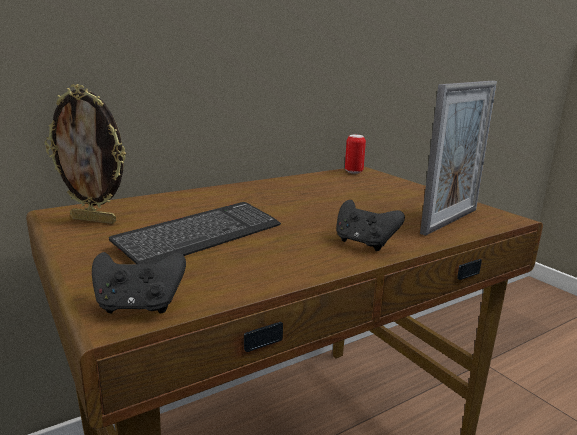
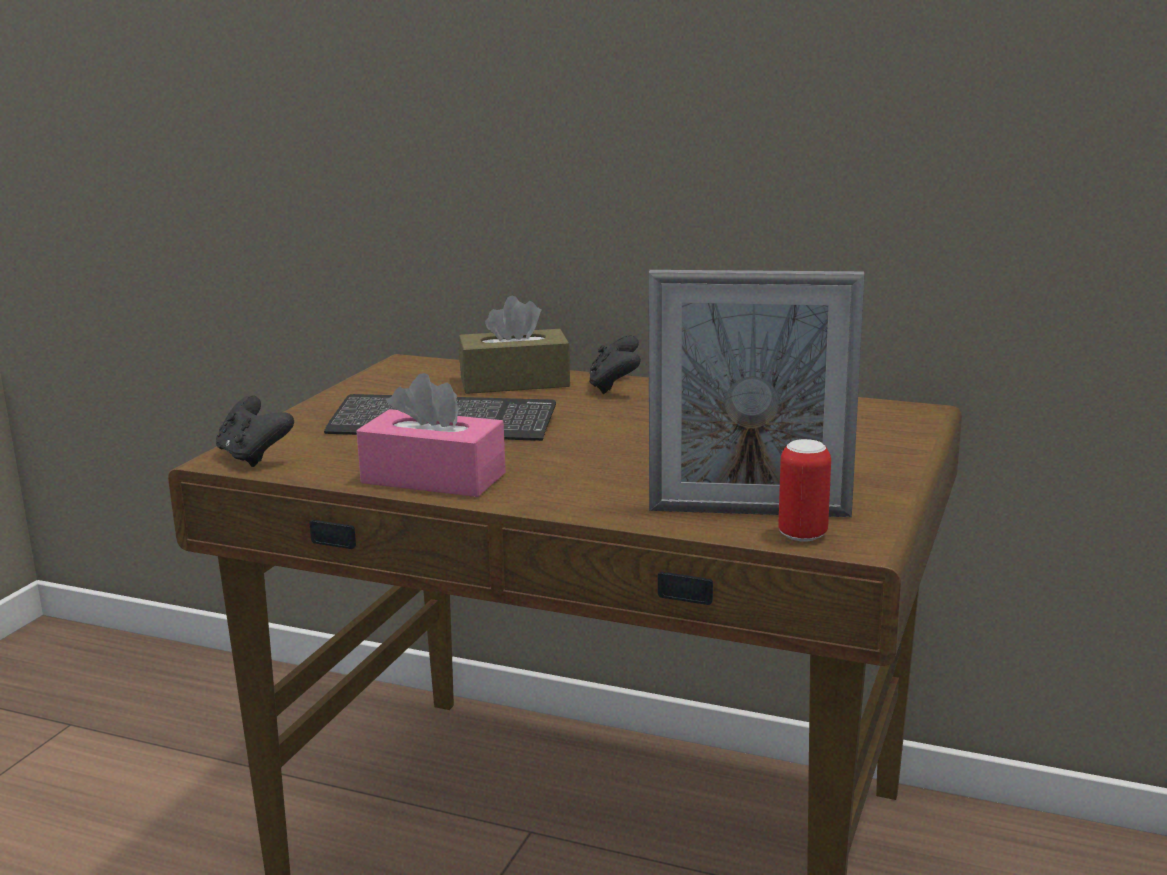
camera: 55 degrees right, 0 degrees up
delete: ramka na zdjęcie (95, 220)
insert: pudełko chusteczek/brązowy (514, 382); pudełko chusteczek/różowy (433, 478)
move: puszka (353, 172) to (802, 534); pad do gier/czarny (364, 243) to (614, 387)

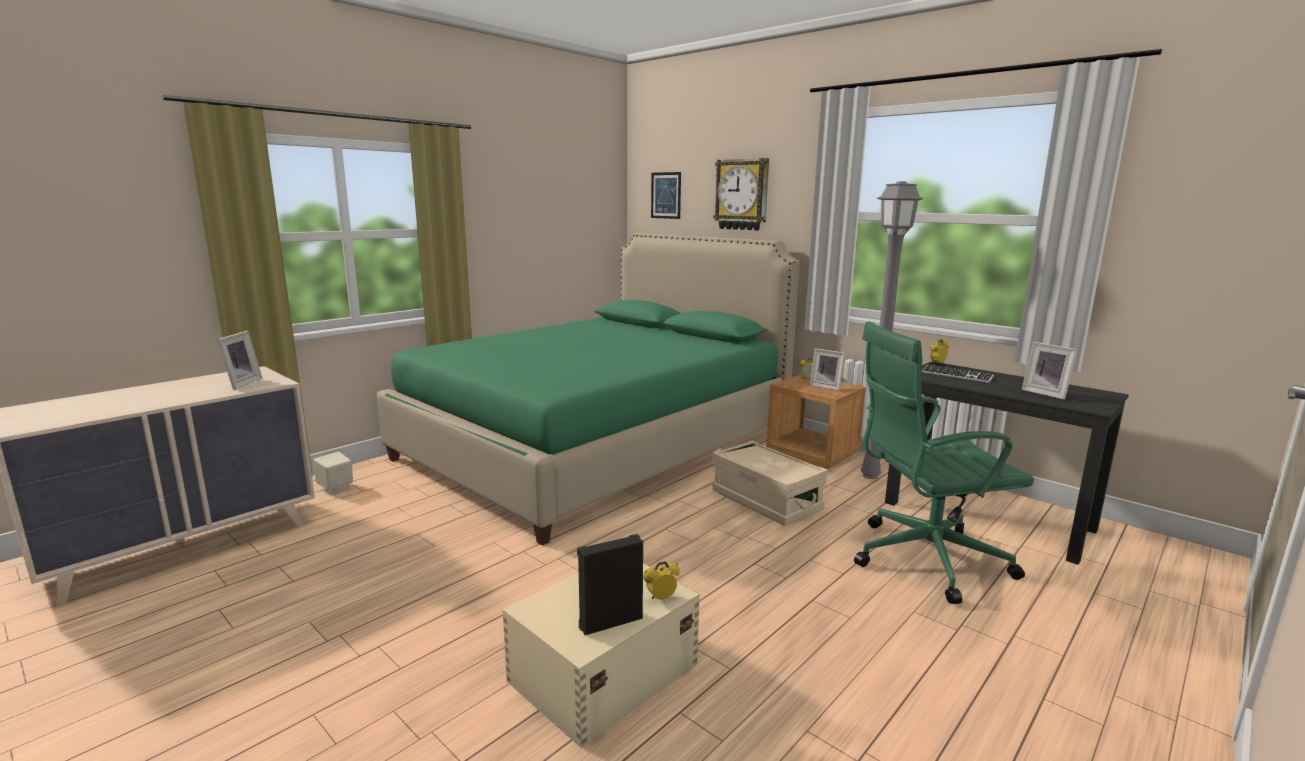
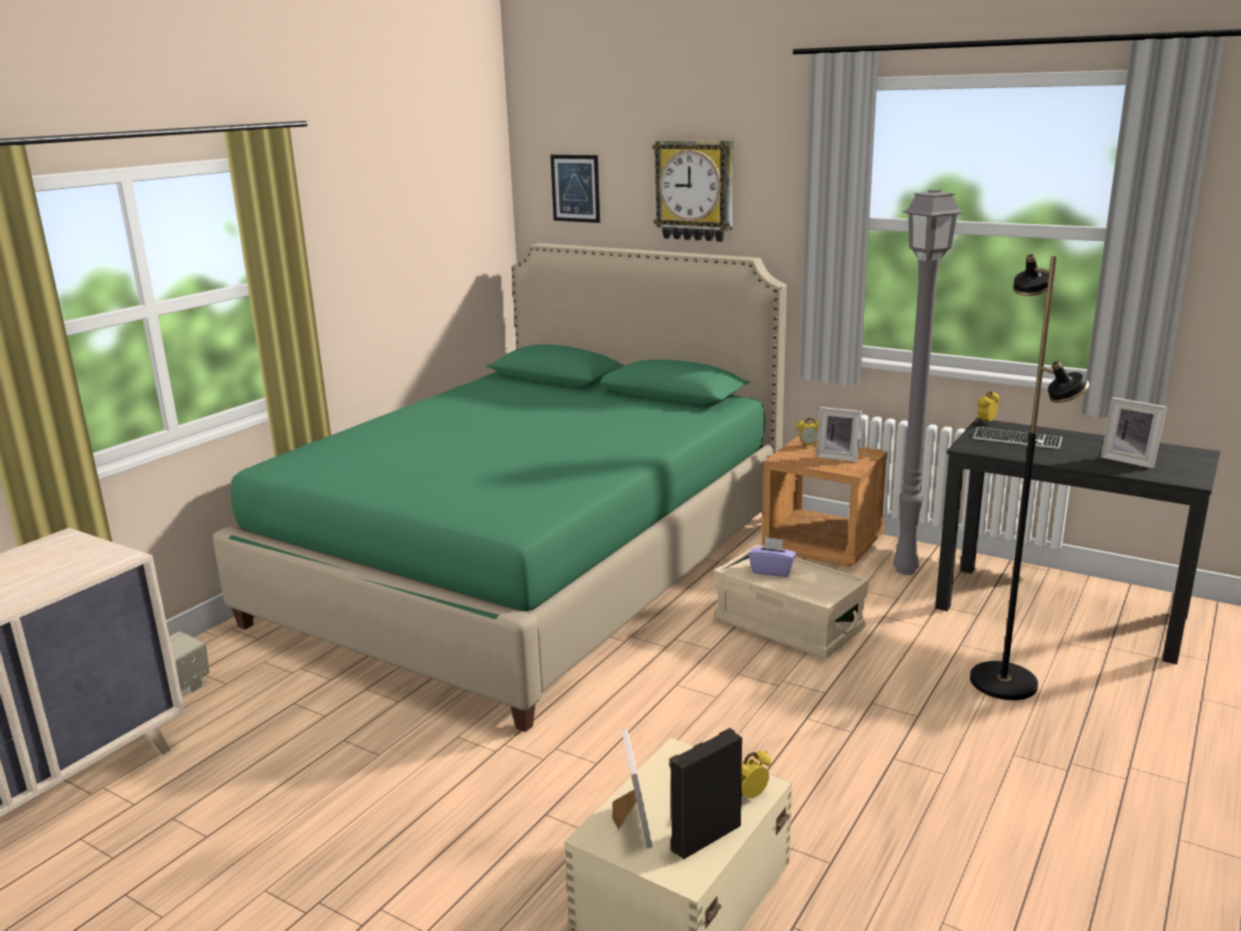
camera: 10 degrees left, 5 degrees up
insert: pudełko chusteczek/fioletowy (772, 571)
move: ramka na zdjęcie (240, 384) to (630, 825)
replace: krzesło biurowe/zielony (924, 558) to lampa stojąca/czarny (1004, 682)

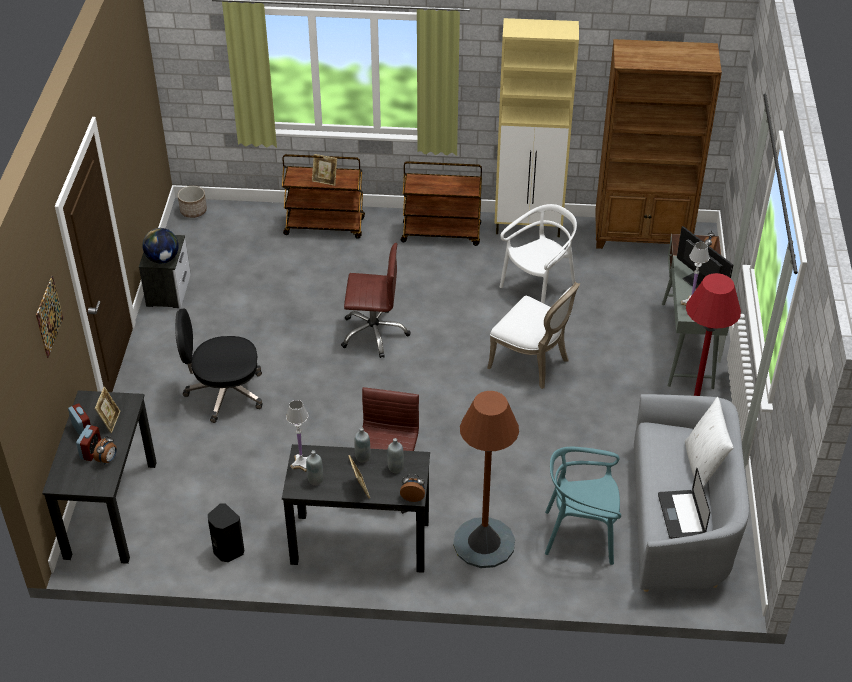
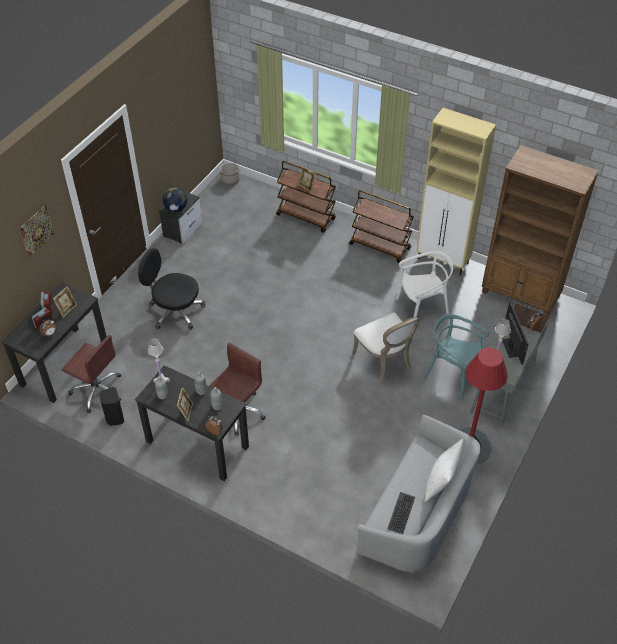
camera: 25 degrees right, 5 degrees up
delete: lampa stojąca/brązowy (483, 543)
move: krzesło biurowe/brązowy (374, 333) to (98, 390); krzesło/turkusowy (580, 534) to (452, 375)
replace: laptop (681, 515) to klawiatura (401, 513)

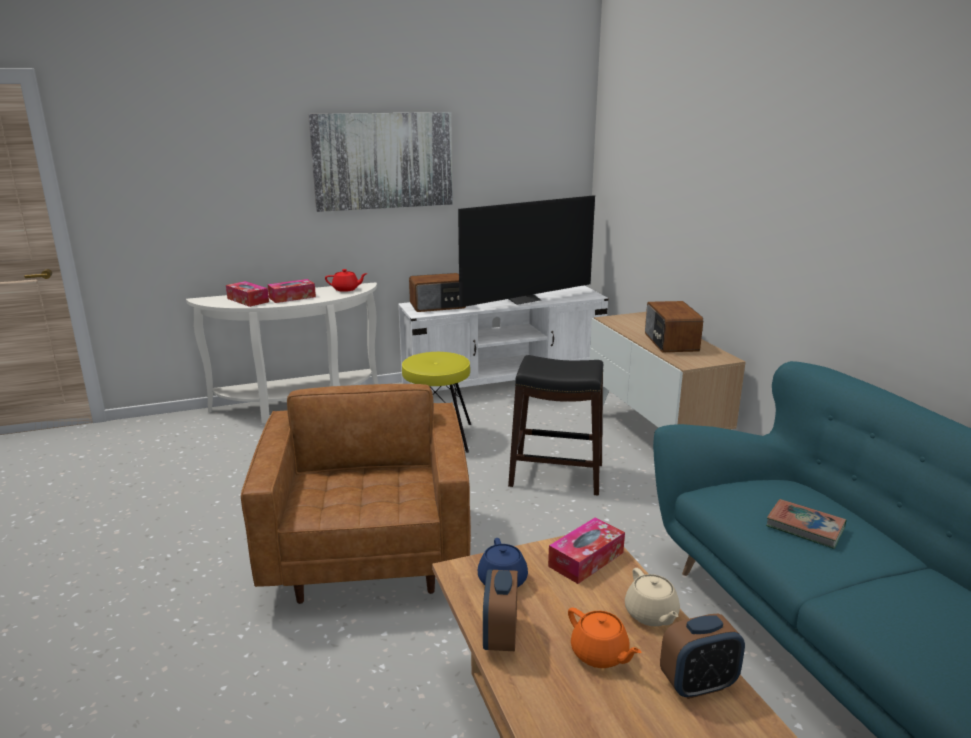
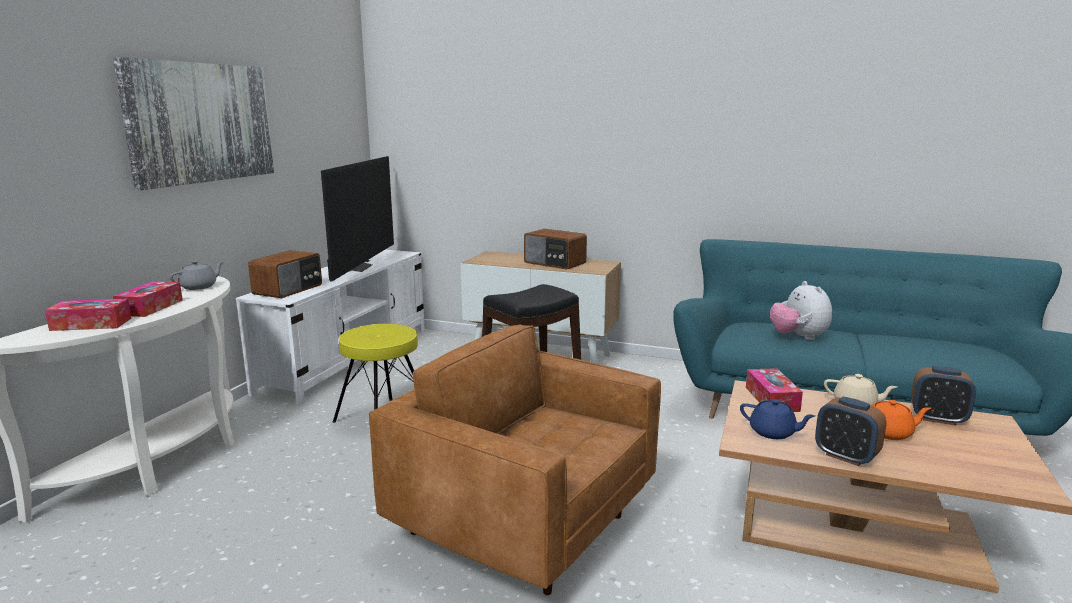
camera: 50 degrees left, 5 degrees down
replace: książka (805, 527) to pluszak (798, 337)
recolor: imbryk/czerwony (346, 289) to imbryk/szary (199, 287)
rotate: budzik (698, 684) = (938, 419) 90 degrees clockwise

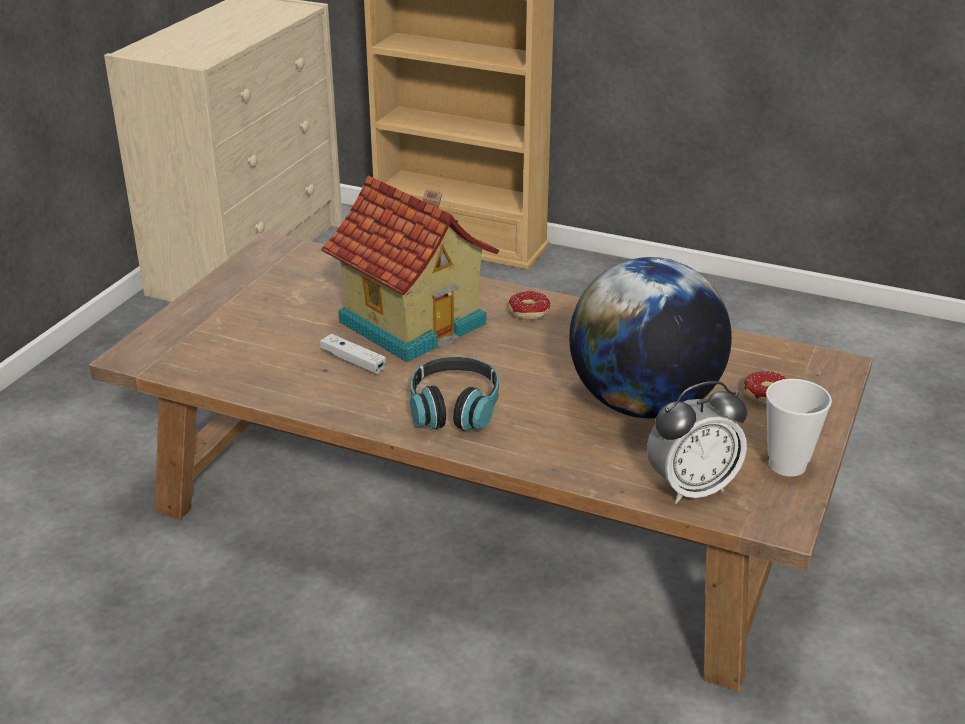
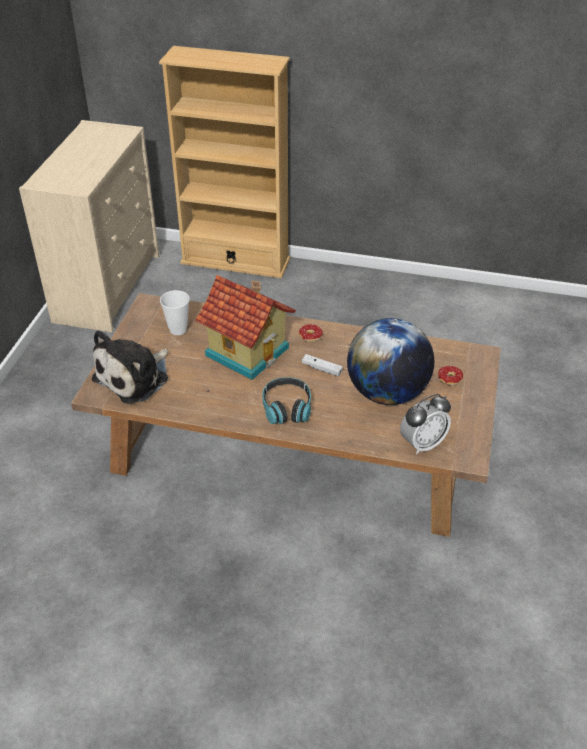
camera: 10 degrees left, 10 degrees up
insert: pluszak (135, 377)
move: pad do gier/biały (353, 361) to (321, 369); filiżanka (787, 465) to (178, 330)

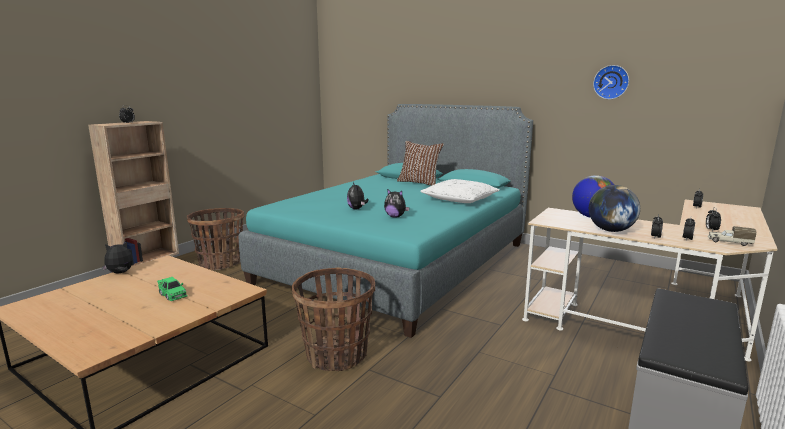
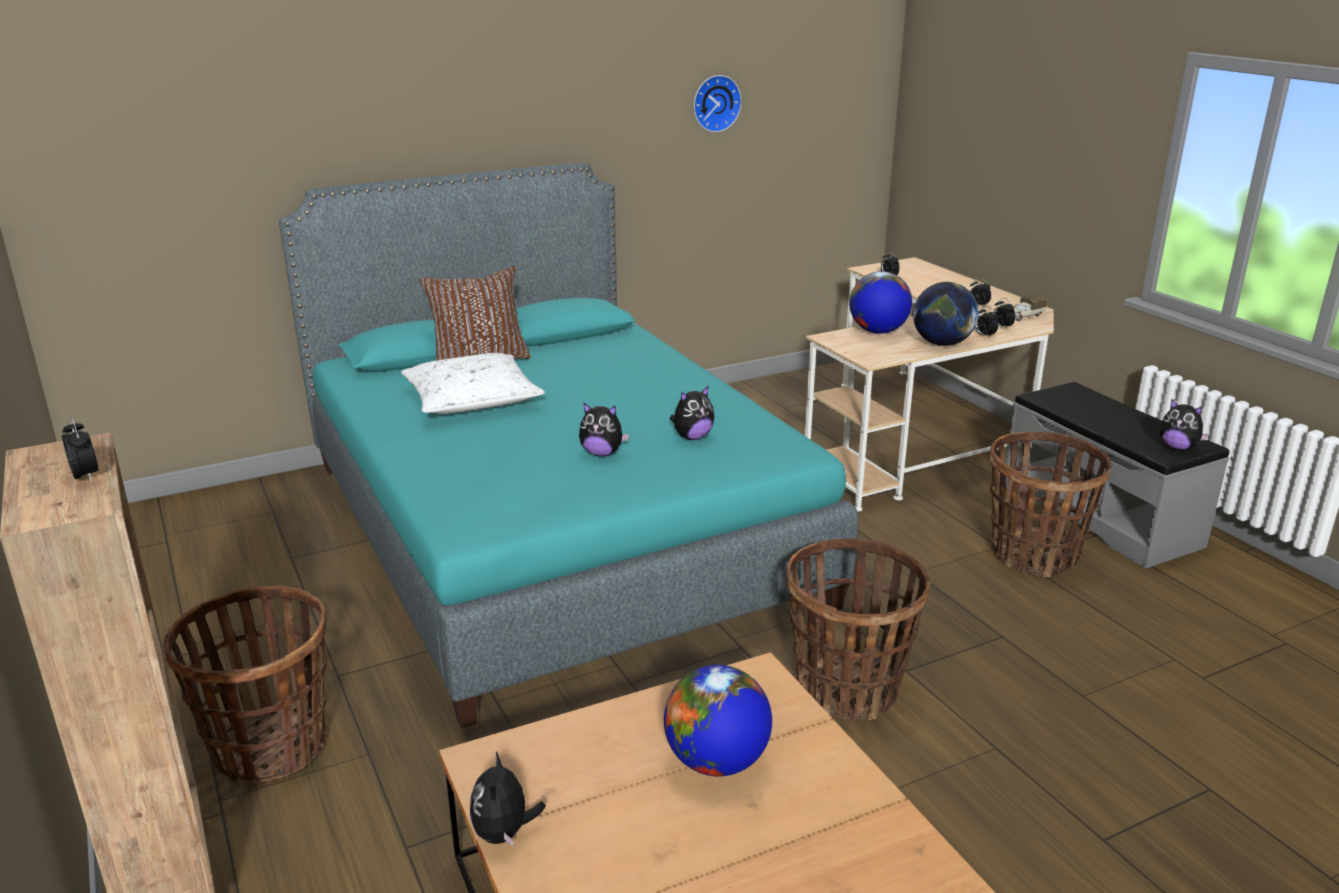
camera: 60 degrees left, 10 degrees up
insert: pluszak (1178, 447); koszyk (1034, 555)
move: poduszka/biały (459, 199) to (472, 399)
replace: samochodzik/zielony (173, 295) to globus (716, 762)

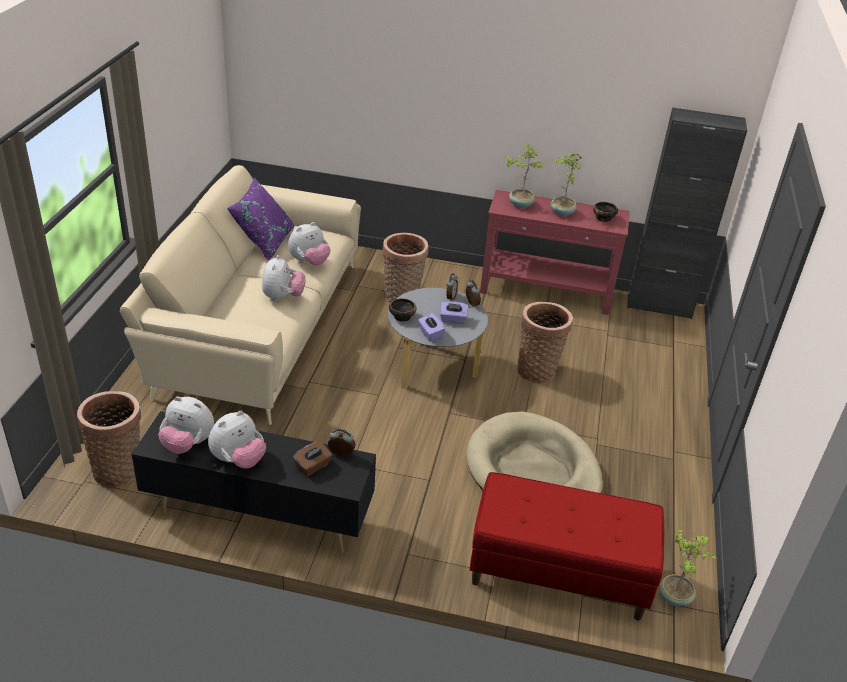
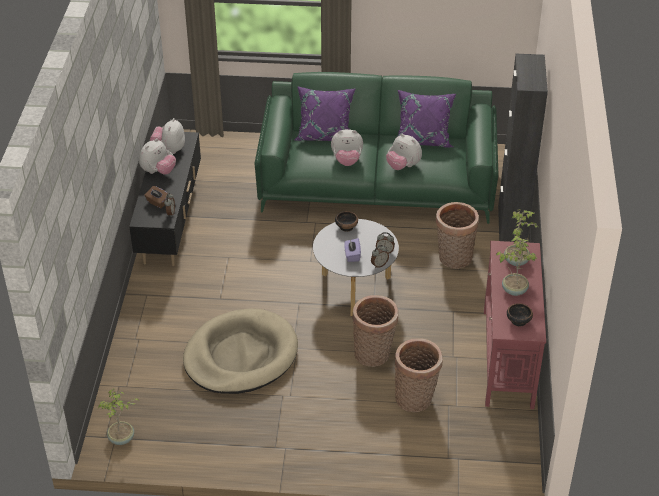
camera: 85 degrees right, 5 degrees up
delete: pudełko chusteczek/fioletowy (430, 334); ławka/czerwony (558, 574)
insert: poduszka/fioletowy (325, 134)
move: szafka/czarny (659, 305) to (512, 226); koszyk (119, 469) to (416, 399)
recolor: kanapa/beżowy (257, 325) to kanapa/zielony (378, 184)
rotate: pluszak (238, 460) = (158, 171) 90 degrees counterclockwise

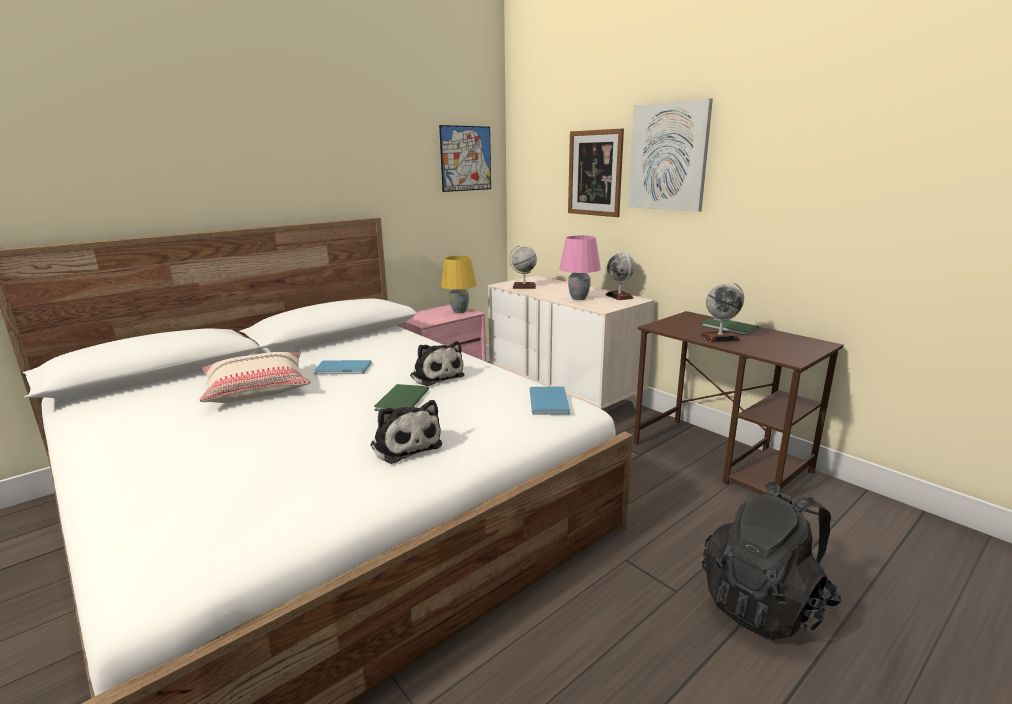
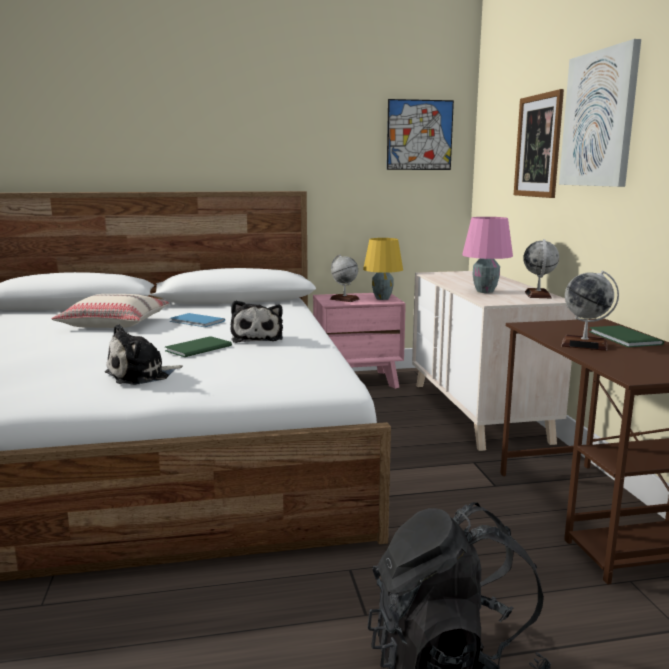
camera: 30 degrees right, 5 degrees down
delete: książka/niebieski (550, 401)
move: globus (524, 286) to (344, 299)
rotate: pluszak (404, 445) = (141, 375) 60 degrees clockwise

